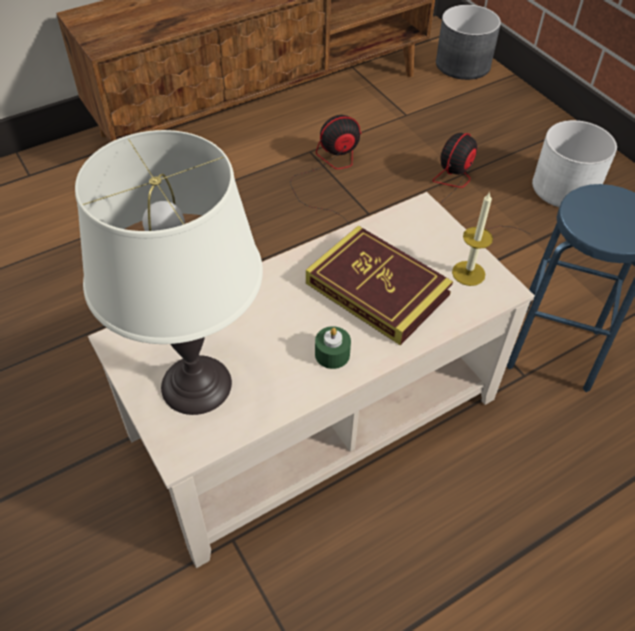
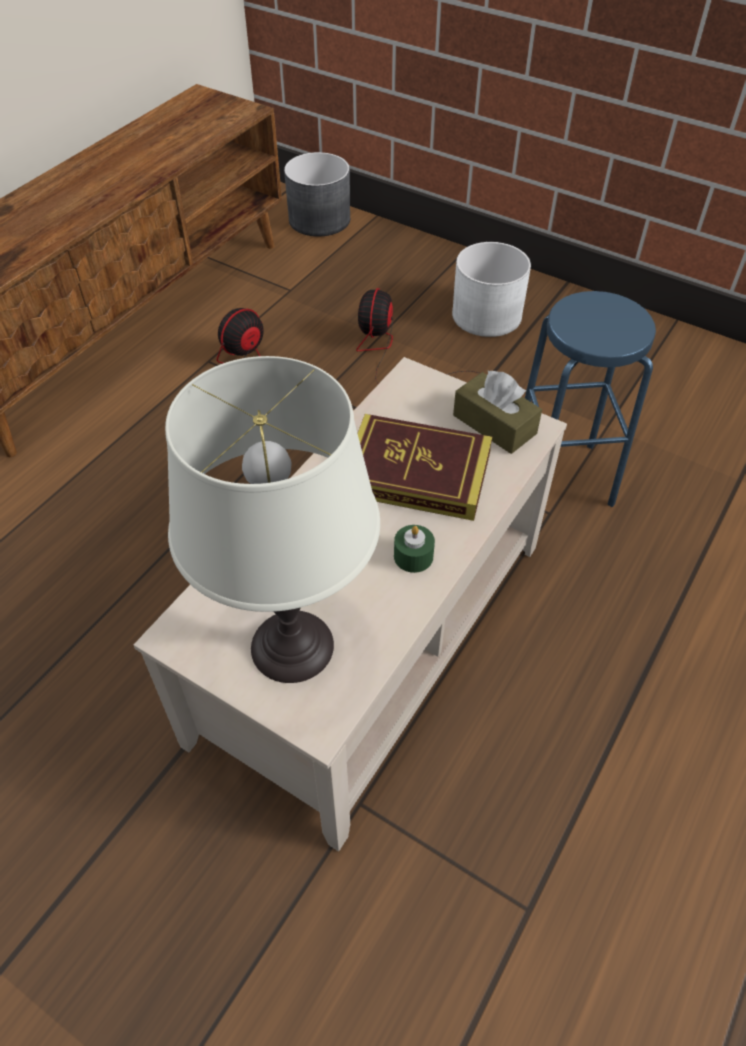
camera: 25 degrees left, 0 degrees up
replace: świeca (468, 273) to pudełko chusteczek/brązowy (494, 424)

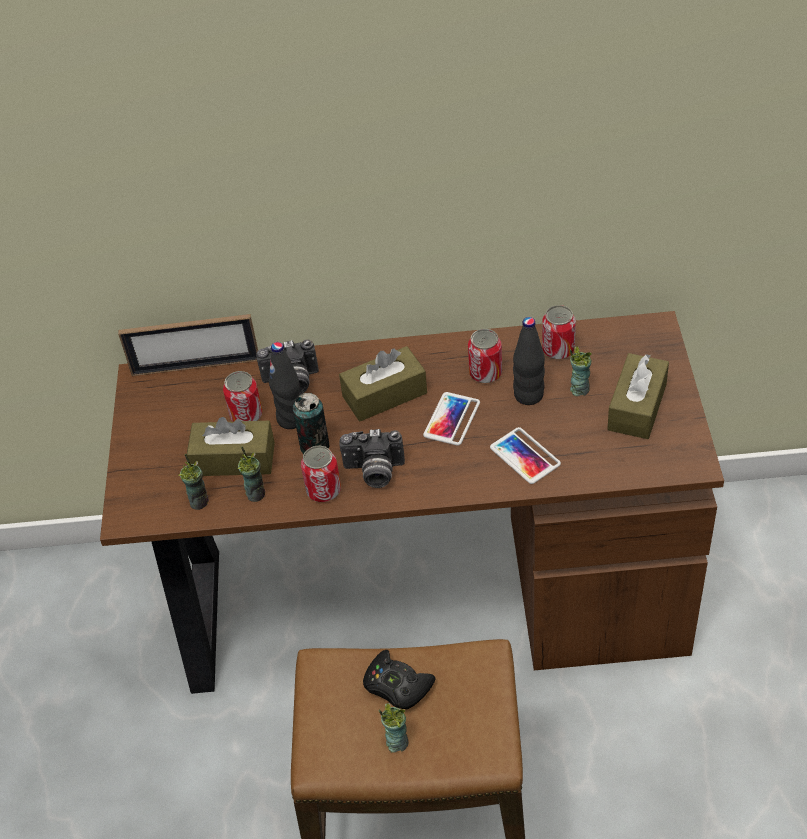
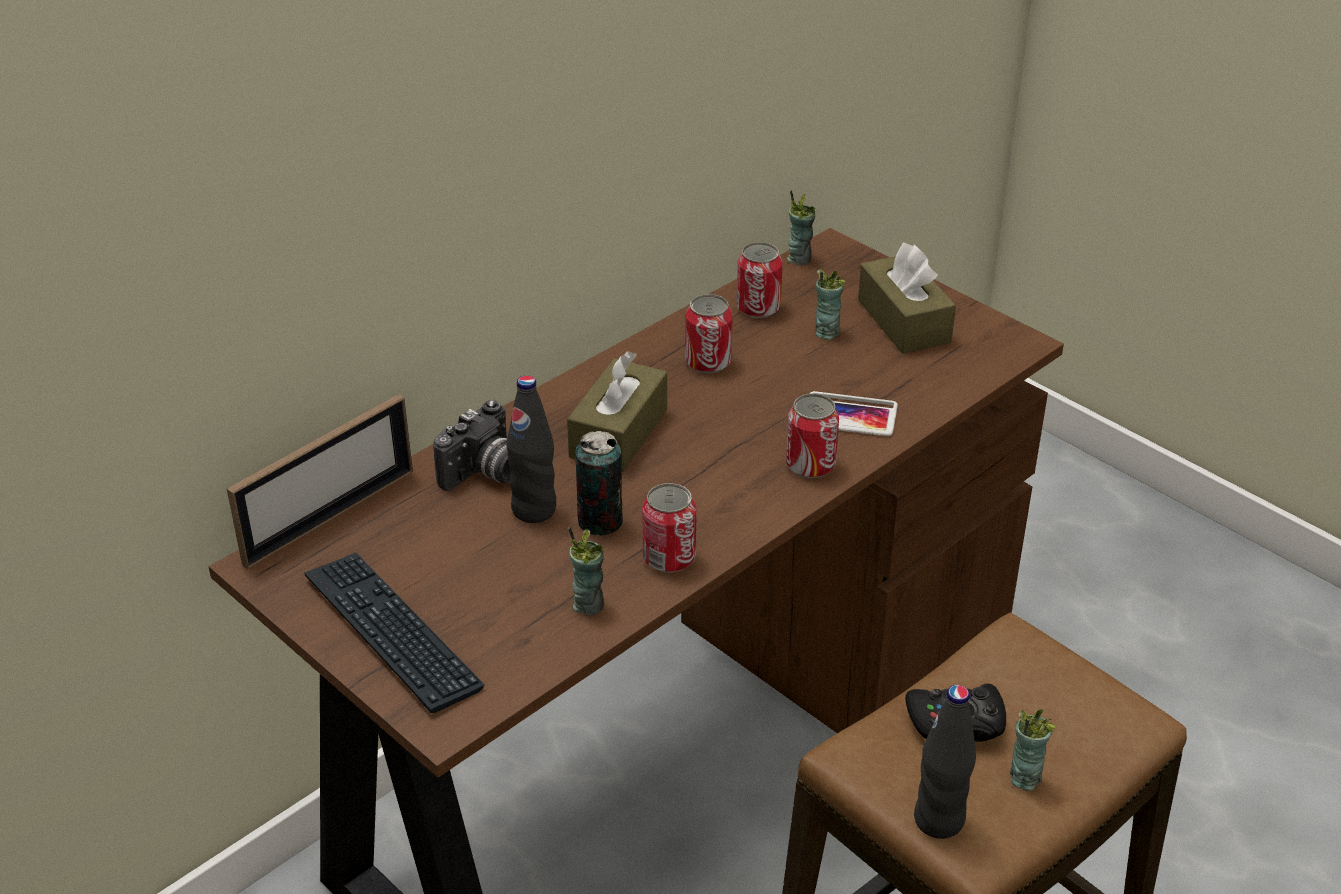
camera: 45 degrees left, 10 degrees down
delete: telefon (452, 419); pudełko chusteczek/brązowy (234, 459); aparat fotograficzny (374, 472)
insert: klawiatura (391, 633)
move: butelka/czarny (528, 395) to (939, 820); puszka (246, 415) to (810, 465); filiżanka (199, 501) to (799, 259)

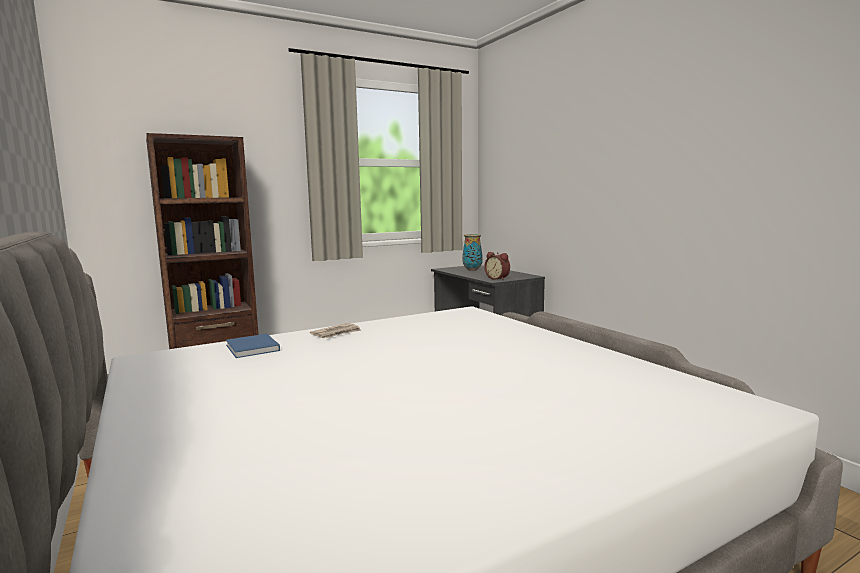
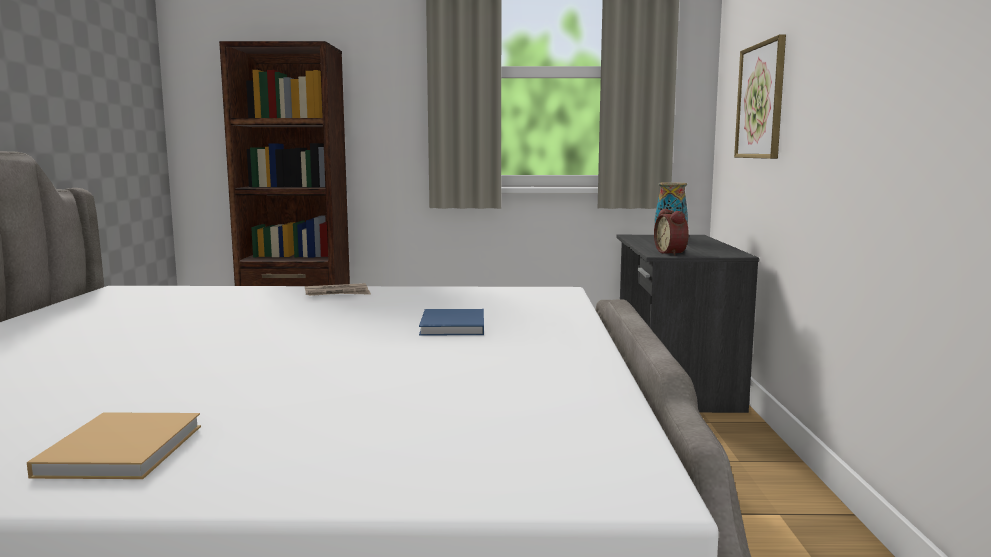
camera: 30 degrees right, 0 degrees up
insert: obraz (761, 101); książka/beżowy (124, 448)
move: książka/niebieski (253, 348) to (452, 326)

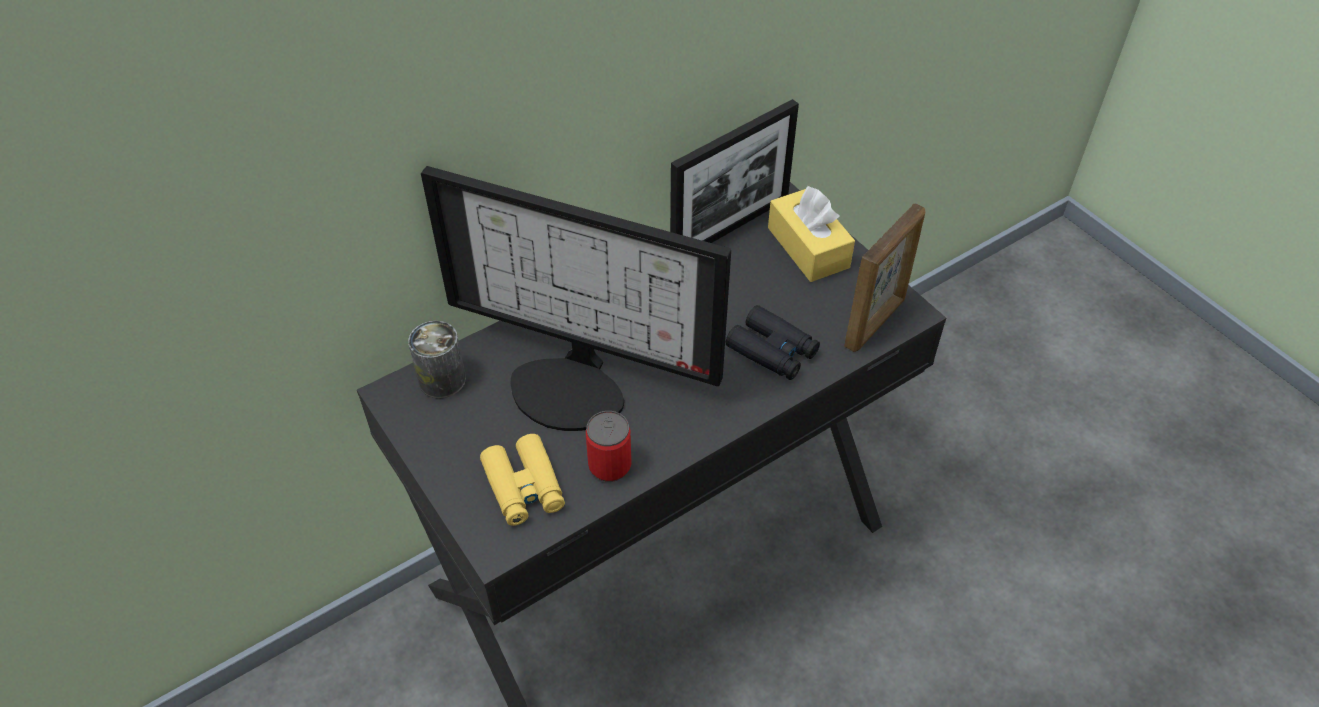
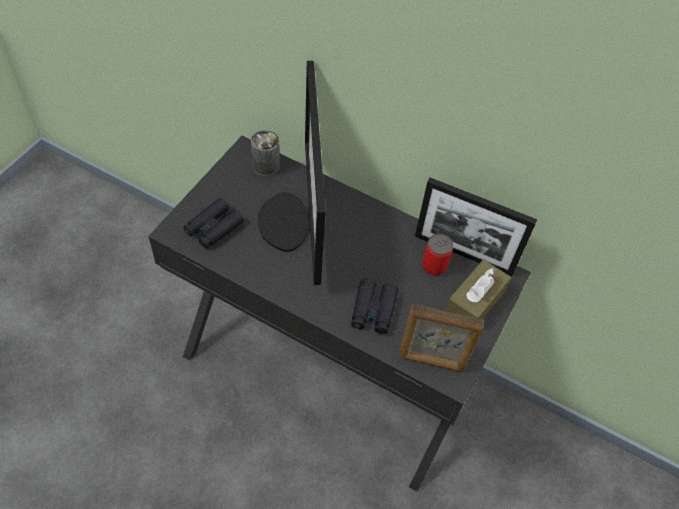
camera: 60 degrees right, 5 degrees up
move: puszka (610, 466) to (434, 266)
recolor: pudełko chusteczek/żółty (808, 247) to pudełko chusteczek/brązowy (474, 302); lornetka/żółty (524, 487) to lornetka/czarny (213, 228)

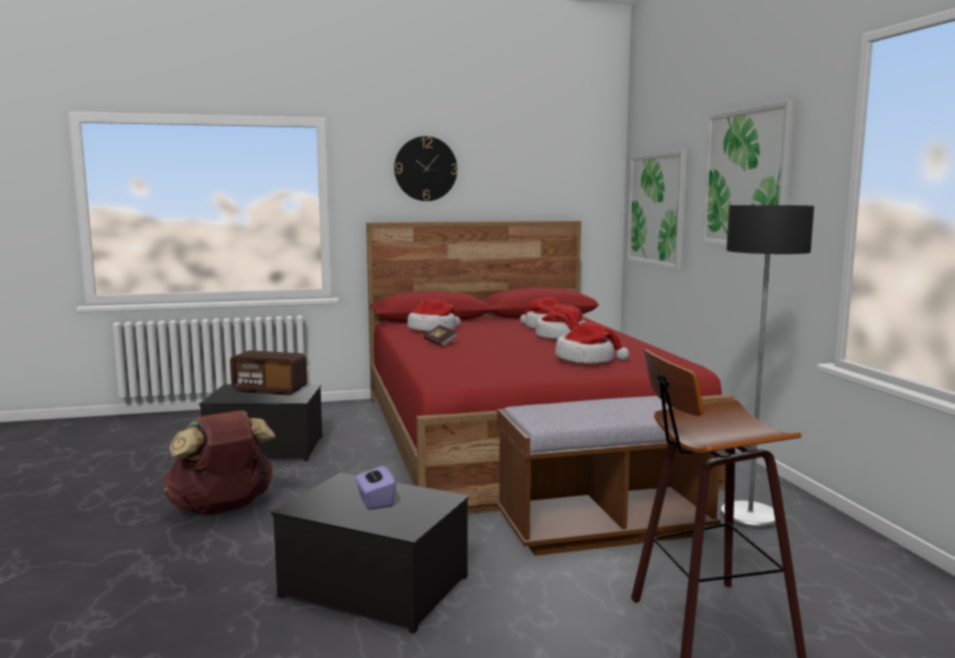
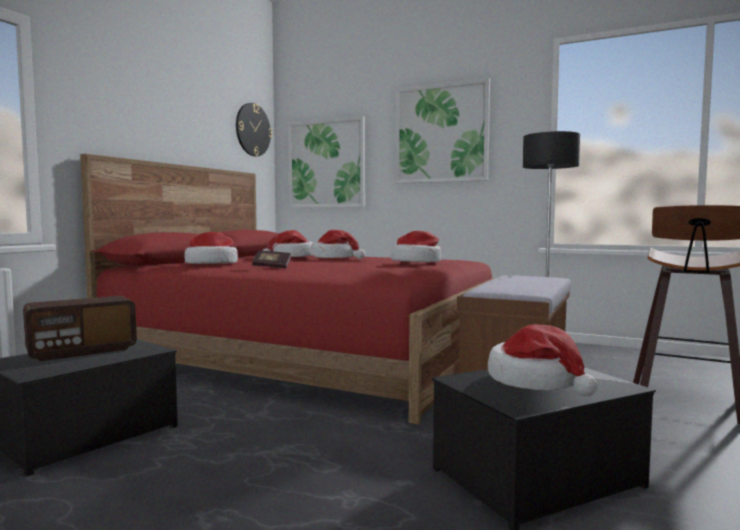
camera: 50 degrees left, 5 degrees down
delete: plecak/brązowy (222, 509)
move: zegar ścienny (425, 169) to (253, 129)
replace: pudełko chusteczek/fioletowy (375, 501) to kapelusz (536, 381)

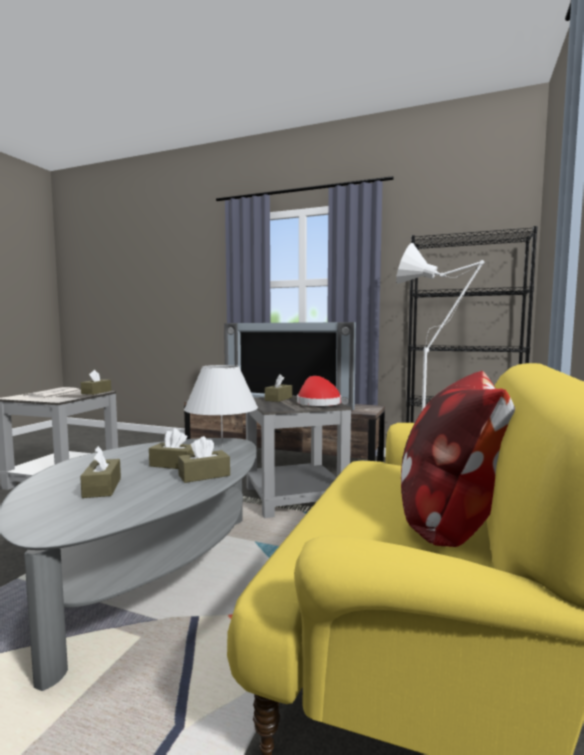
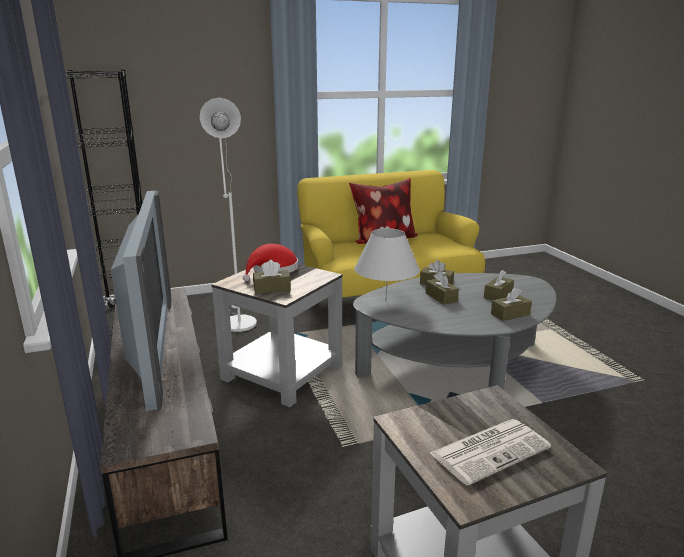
camera: 130 degrees left, 15 degrees up
move: pudełko chusteczek/brązowy (96, 392) to (510, 314)

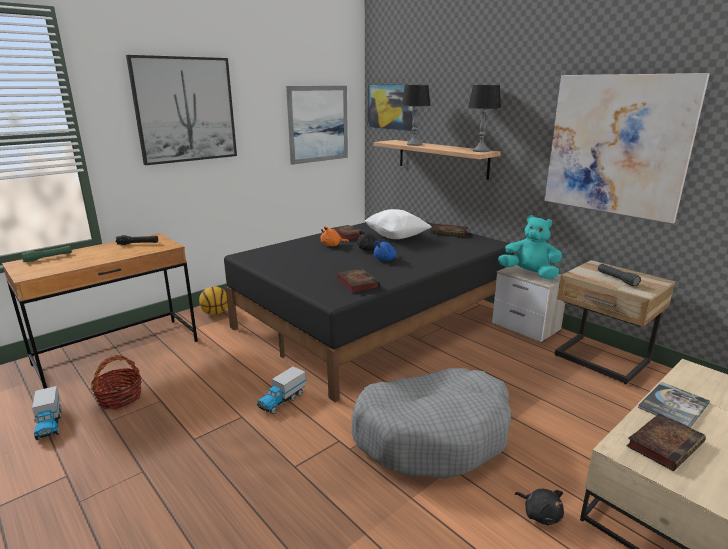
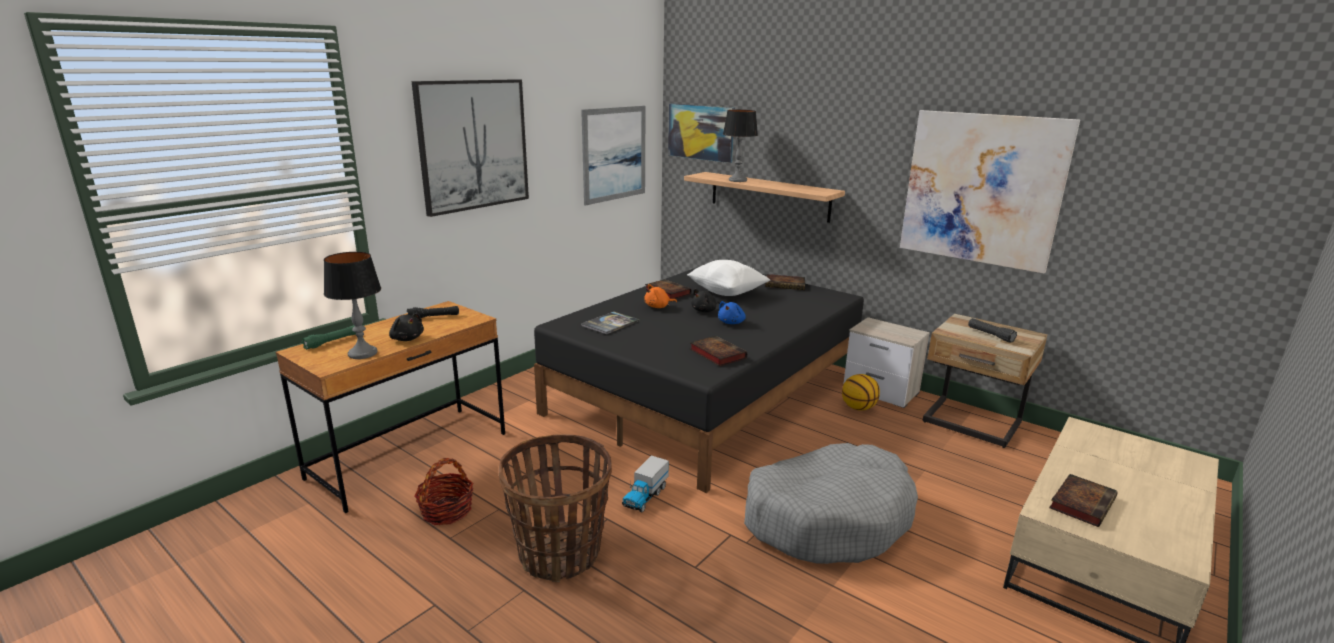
camera: 10 degrees left, 0 degrees up
delete: pluszak/turkusowy (529, 274); ciężarówka zabawkowa (49, 424)
insert: koszyk (560, 553)
move: lampa stołowa (480, 151) to (362, 353); piłka do koszykówki (215, 313) to (858, 408); książka (673, 405) to (610, 324); pluszak/czarny (540, 514) to (407, 339)

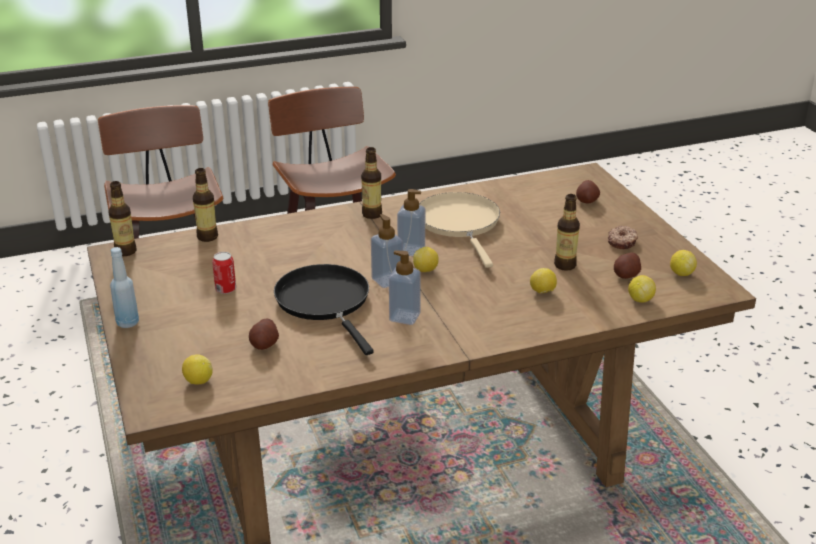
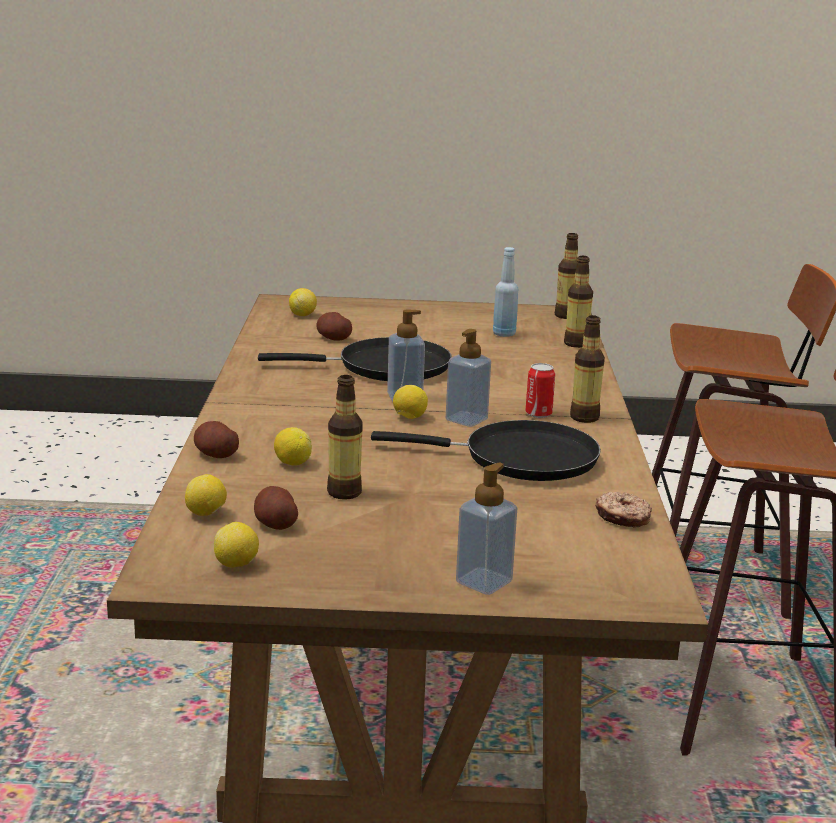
camera: 110 degrees right, 10 degrees down
move: ziemniak (587, 201) to (216, 455); donut (622, 242) to (622, 518); butelka/niebieski (128, 323) to (504, 334); dozownik mydła (404, 317) to (484, 582); puszka (225, 289) to (538, 414)
recolor: patelnia/beżowy (460, 224) to patelnia/czarny (520, 458)

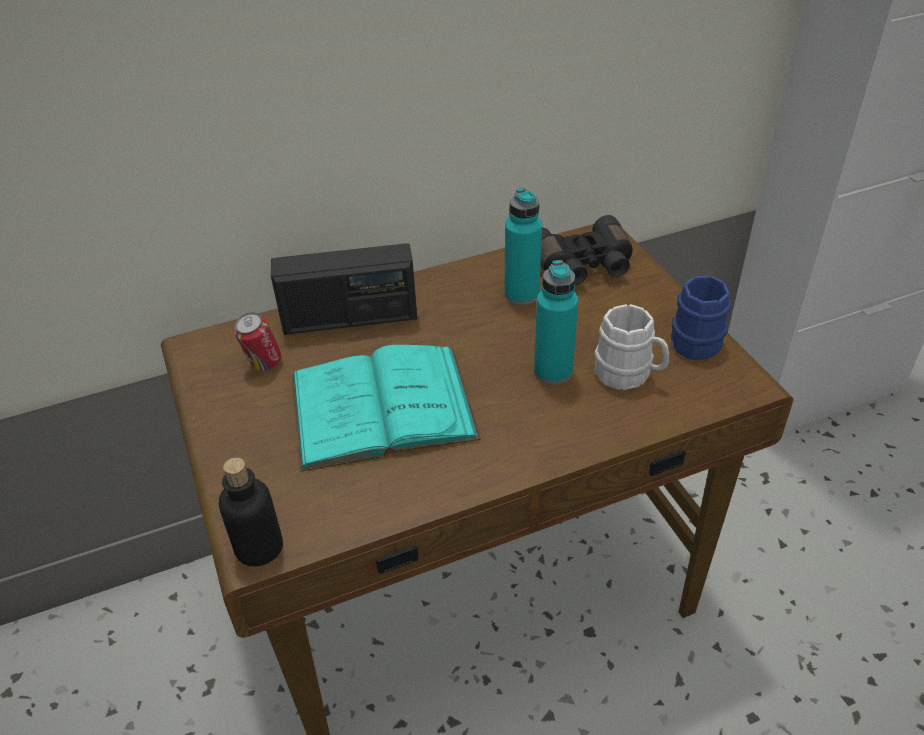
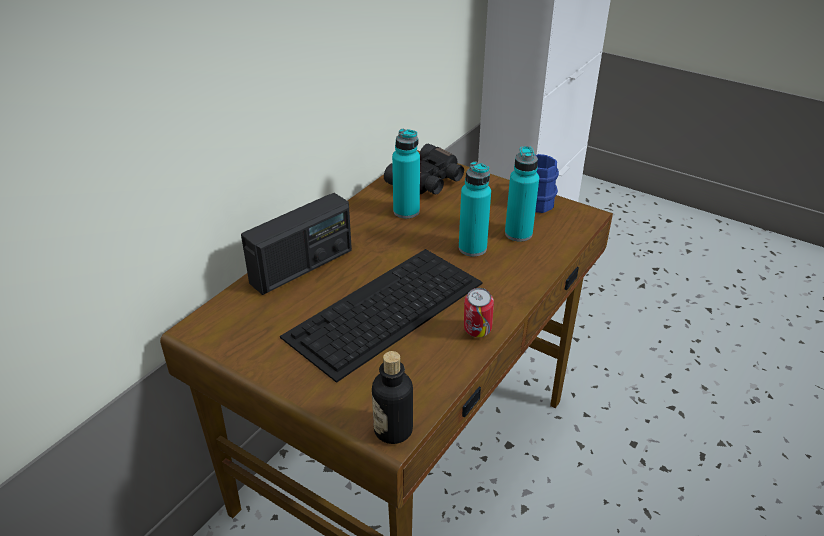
camera: 35 degrees left, 5 degrees down
move: puszka (264, 365) to (477, 332)
replace: kubek/biały (629, 375) to butelka/turkusowy (518, 234); książka/turkusowy (382, 406) to klawiatura (384, 311)

